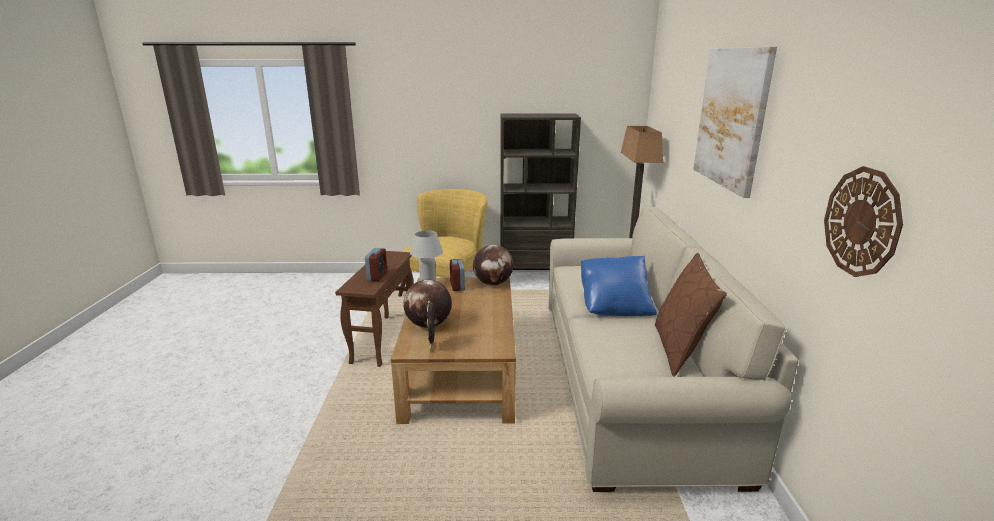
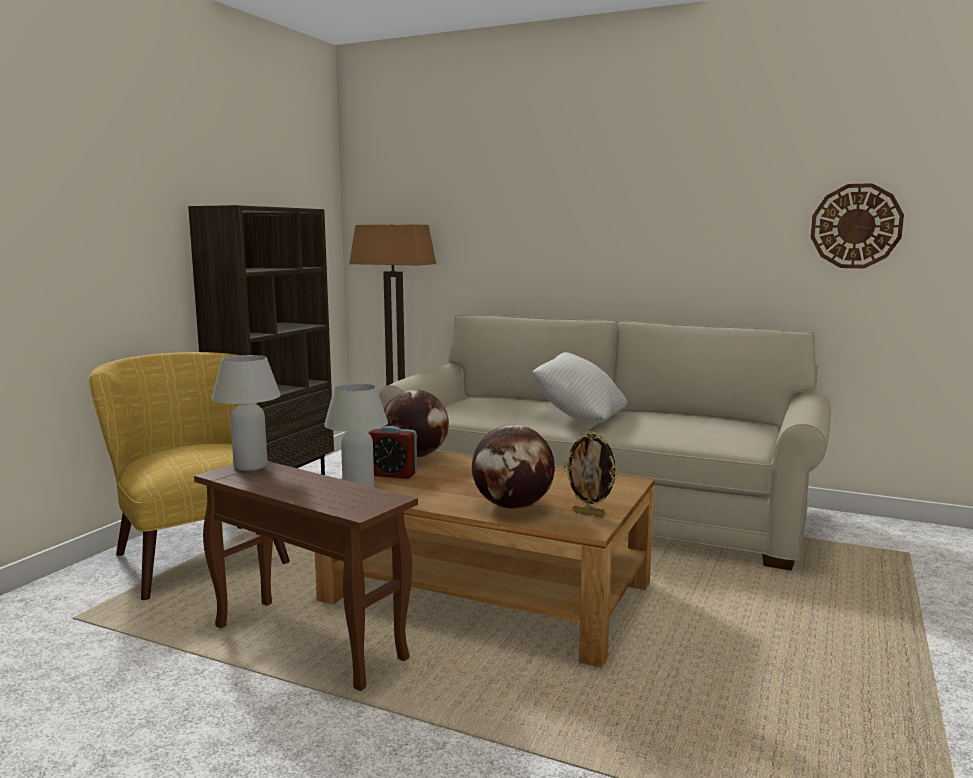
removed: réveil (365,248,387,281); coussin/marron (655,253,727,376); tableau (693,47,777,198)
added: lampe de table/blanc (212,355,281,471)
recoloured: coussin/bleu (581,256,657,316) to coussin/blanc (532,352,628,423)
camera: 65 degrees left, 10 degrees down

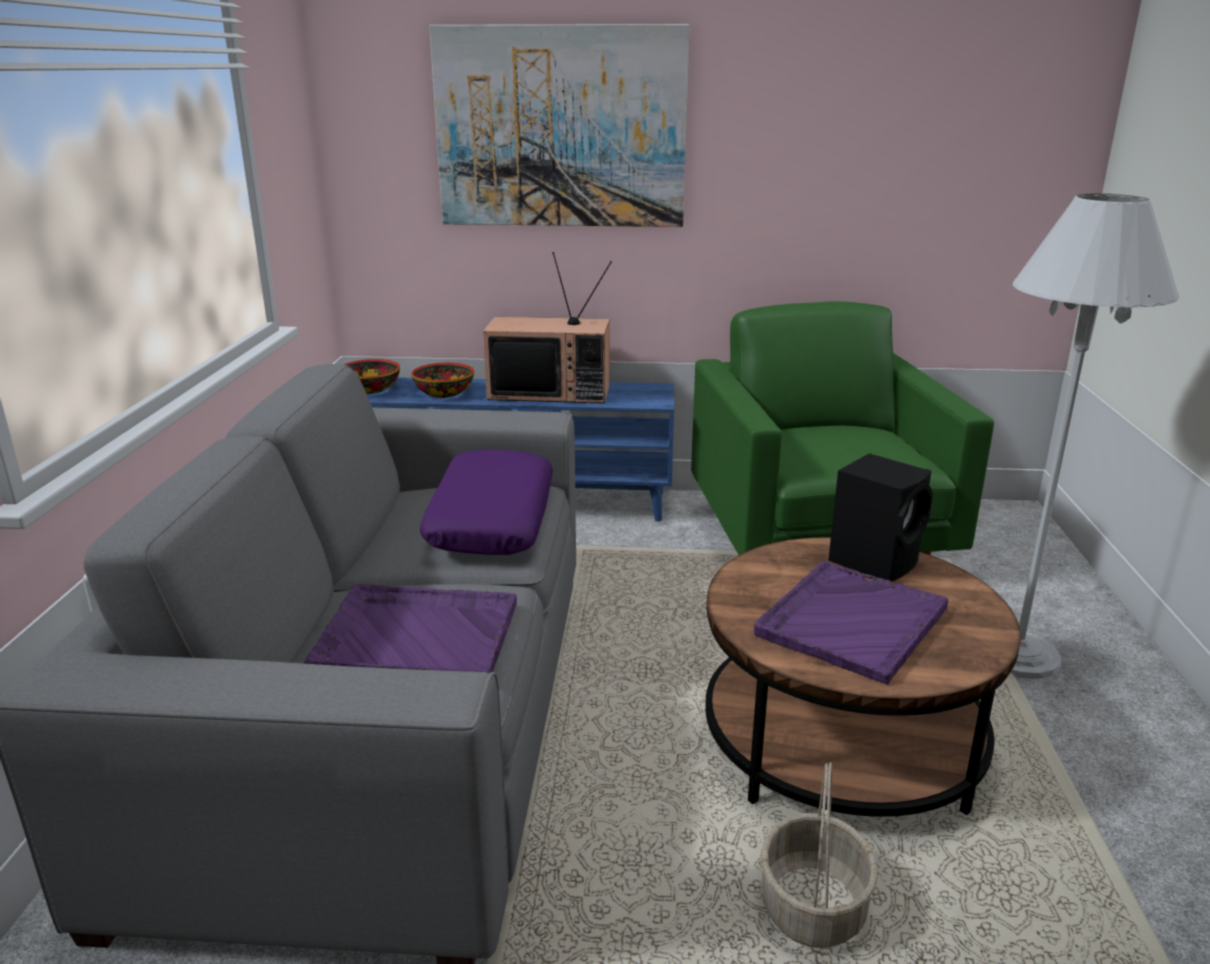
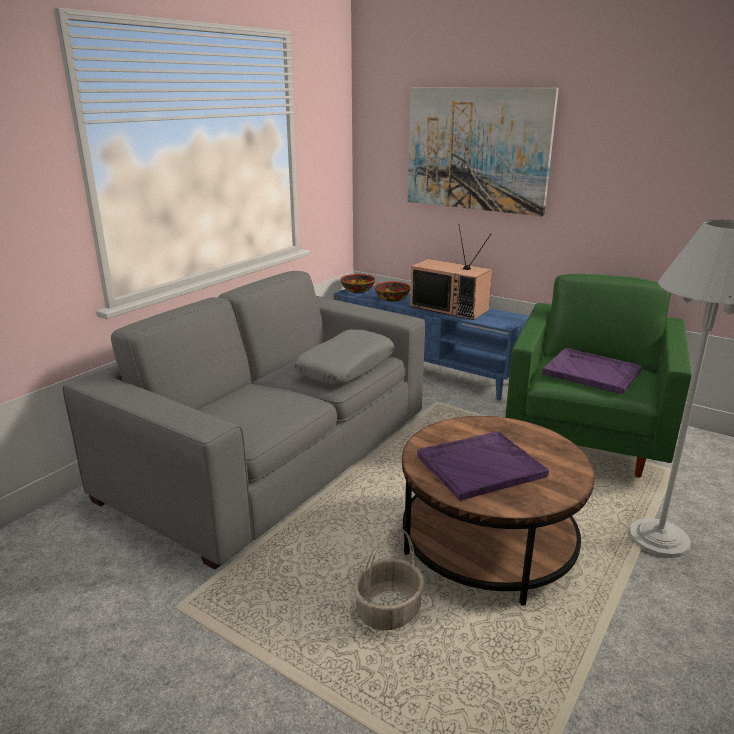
removed: enceinte/noir (828,453,933,582)
moved: plateau/violet (304,584,517,673) to (542,348,642,394)
recoloured: coussin/violet (420,449,553,555) to coussin/gris (294,329,395,385)
camera: 30 degrees right, 0 degrees up

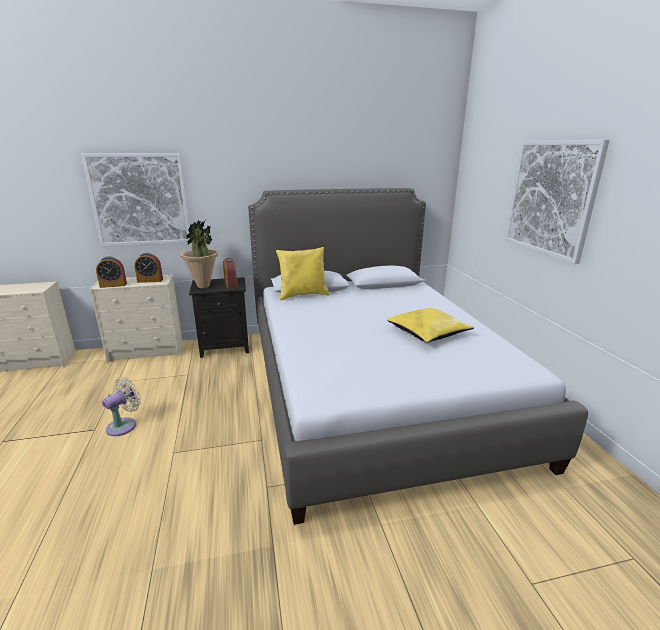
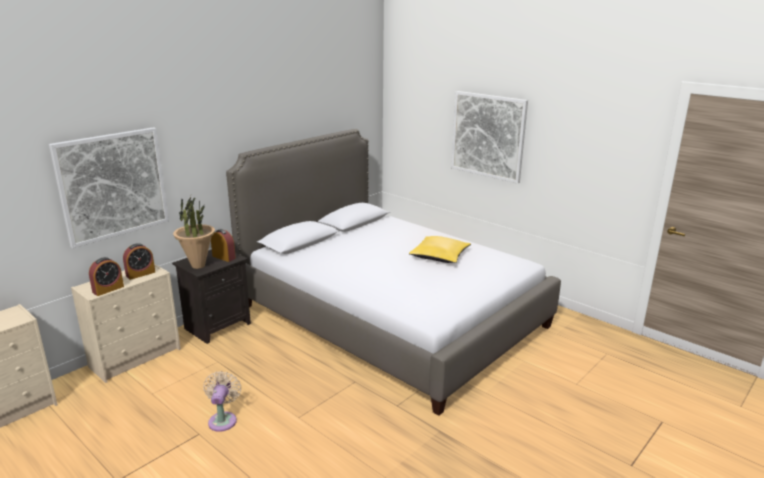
removed: coussin/jaune (276,247,330,300)
camera: 35 degrees left, 0 degrees up

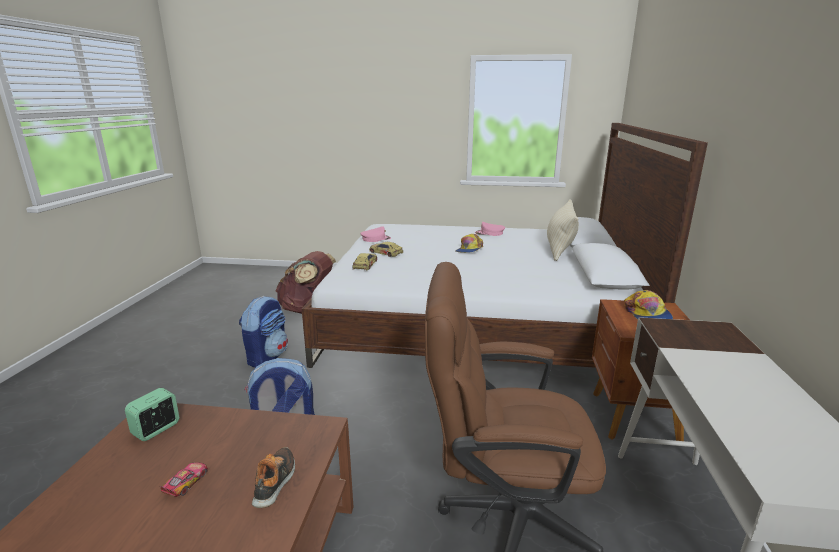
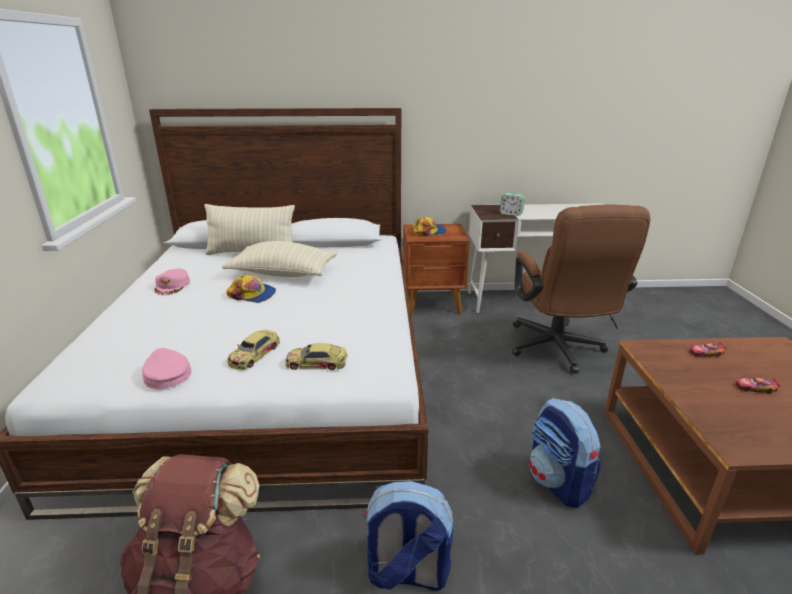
added: coussin/beige (222,241,337,277)
moved: réveil (125,388,179,441) to (500,193,525,216)
replaced: chaussure (252,447,295,508) to petite voiture (690,342,726,357)
camera: 100 degrees left, 5 degrees up

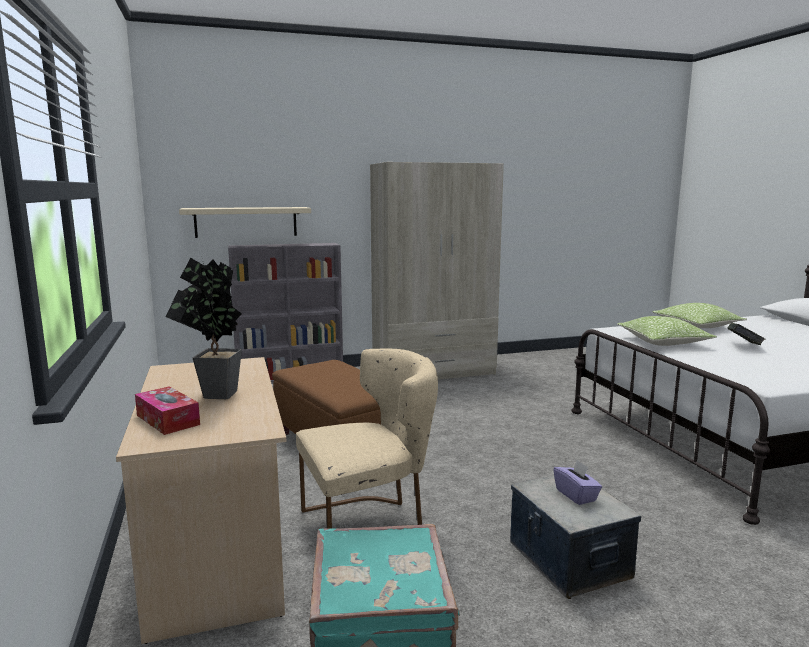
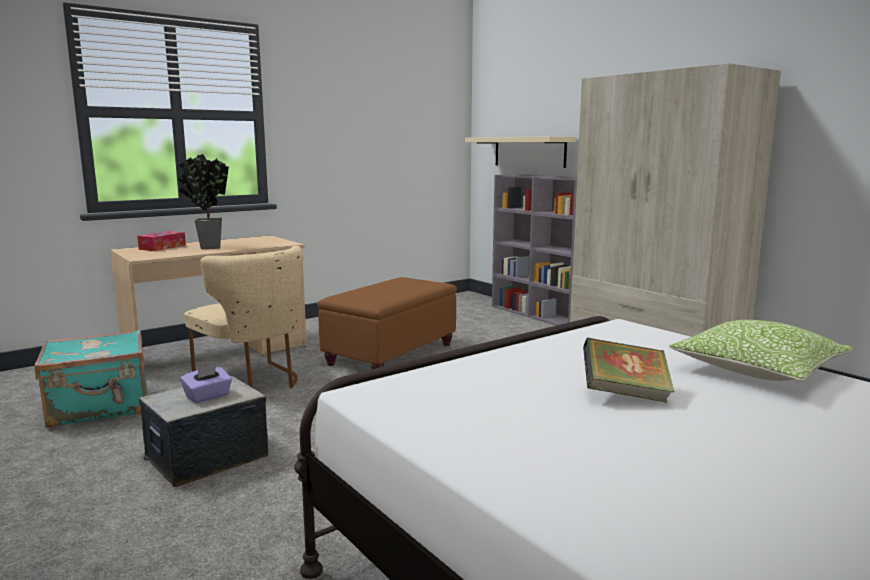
removed: coussin (617,316,717,346)
camera: 70 degrees right, 0 degrees up

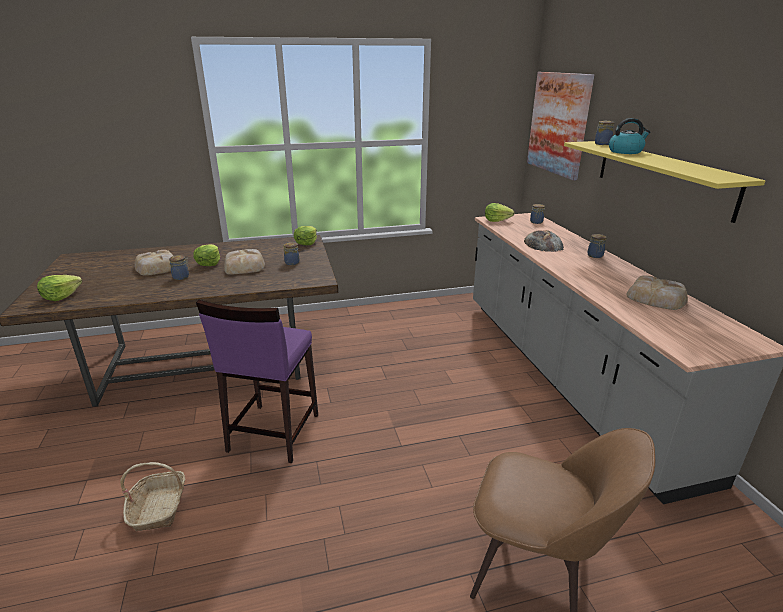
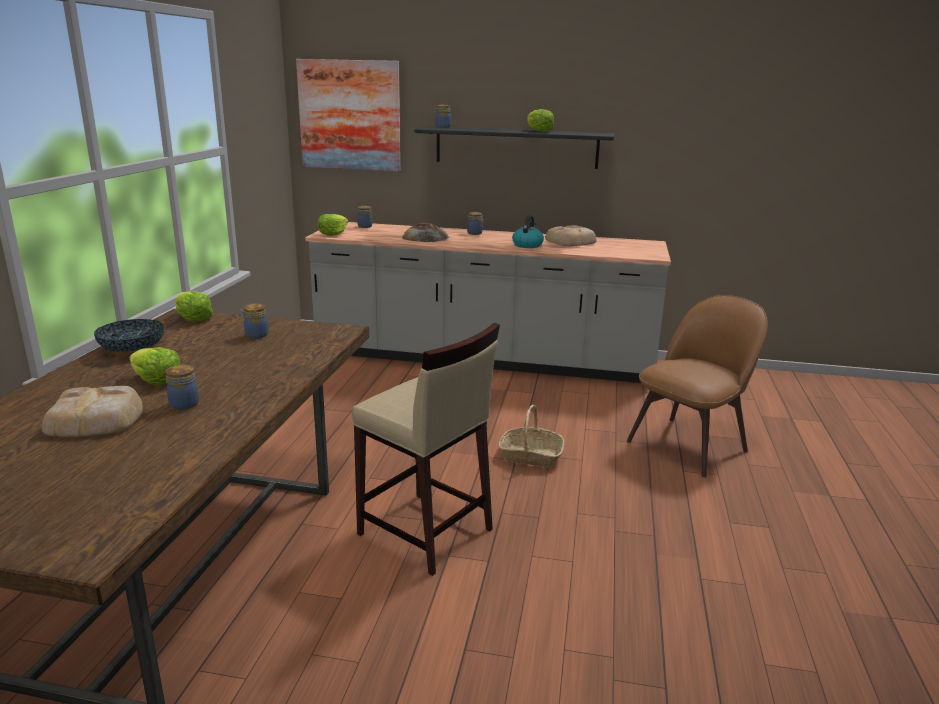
removed: pain (224,249,265,275)
added: bol (94,319,164,352)
moved: laitue (37,275,82,301) to (527,109,554,132); panier (120,462,185,531) to (498,405,564,468); bouilloire (609,118,650,154) to (512,215,544,248)
recoloured: tabouret/violet (196,300,318,463) to tabouret/beige (352,322,500,576); étagère/jaune (564,141,765,223) to étagère/noir (415,126,614,169)
camera: 65 degrees left, 5 degrees down

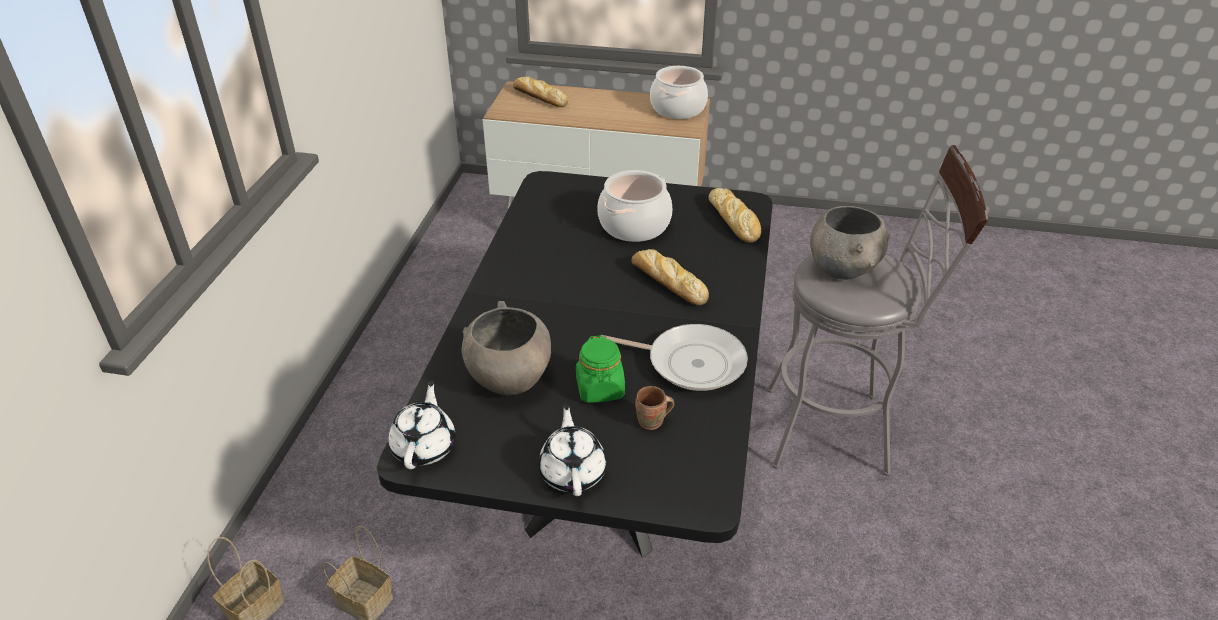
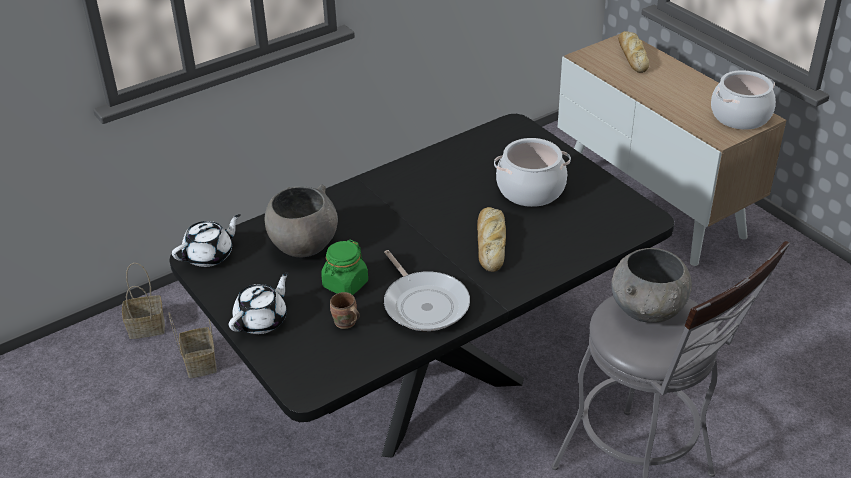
removed: pain (709,188,761,243)
camera: 45 degrees right, 0 degrees up

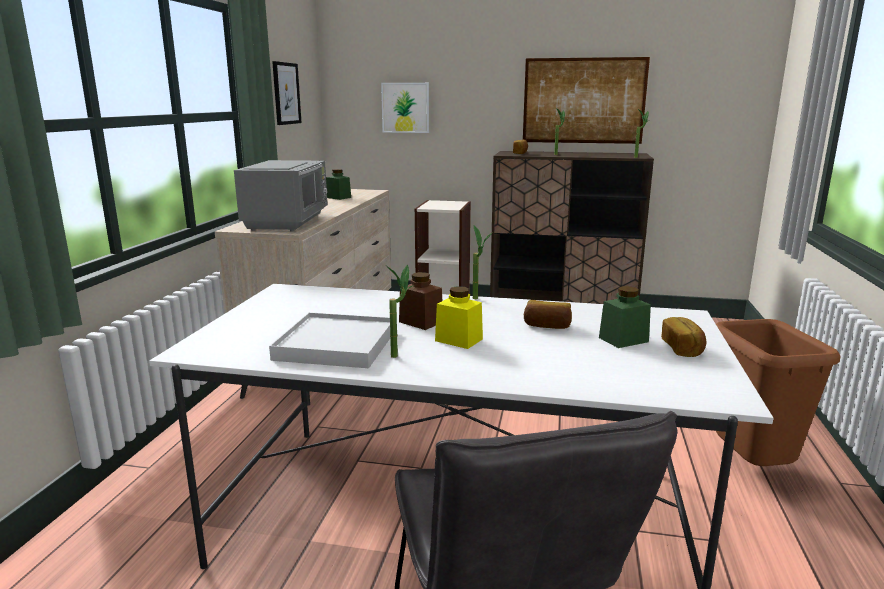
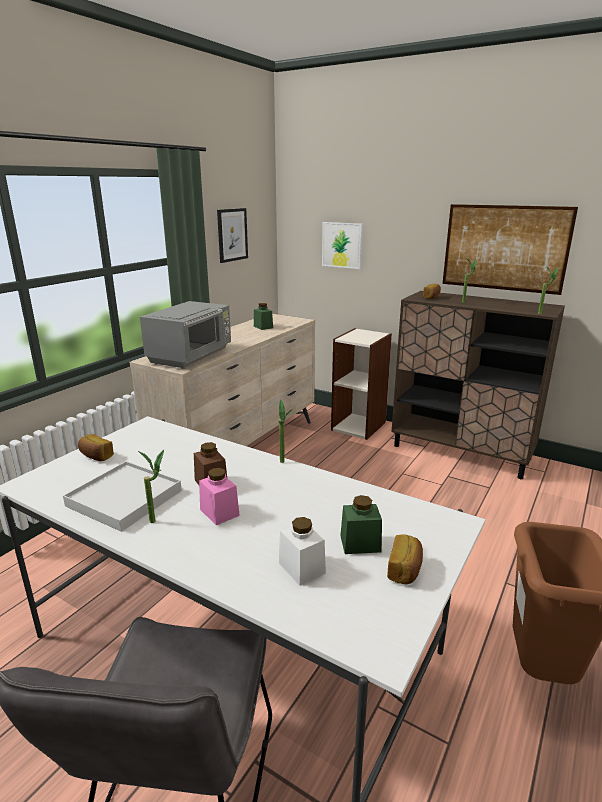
added: bocal/blanc (279,517,326,586)
moved: pain (524,300,572,329) to (78,434,114,461)
recoloured: bocal/jaune (435,286,483,349) to bocal/rose (199,468,240,525)
camera: 20 degrees right, 5 degrees up

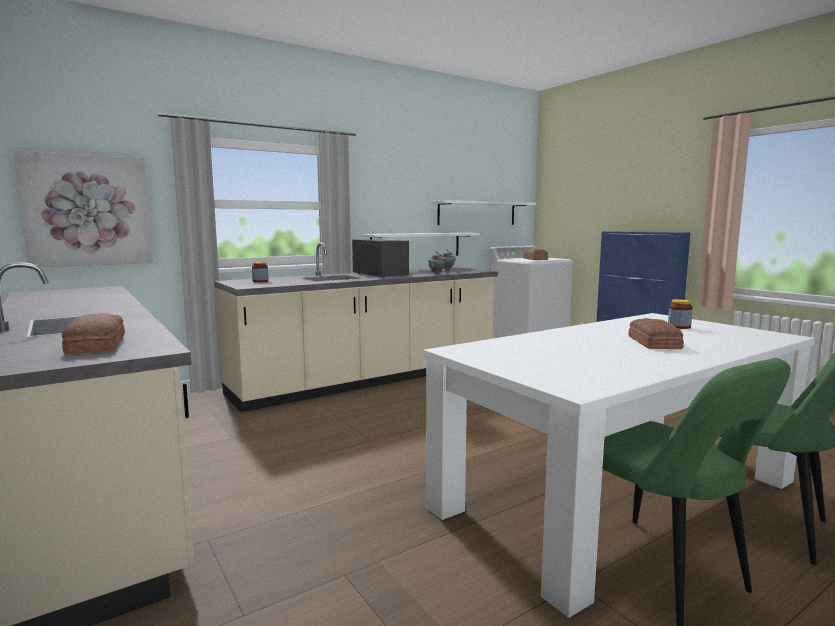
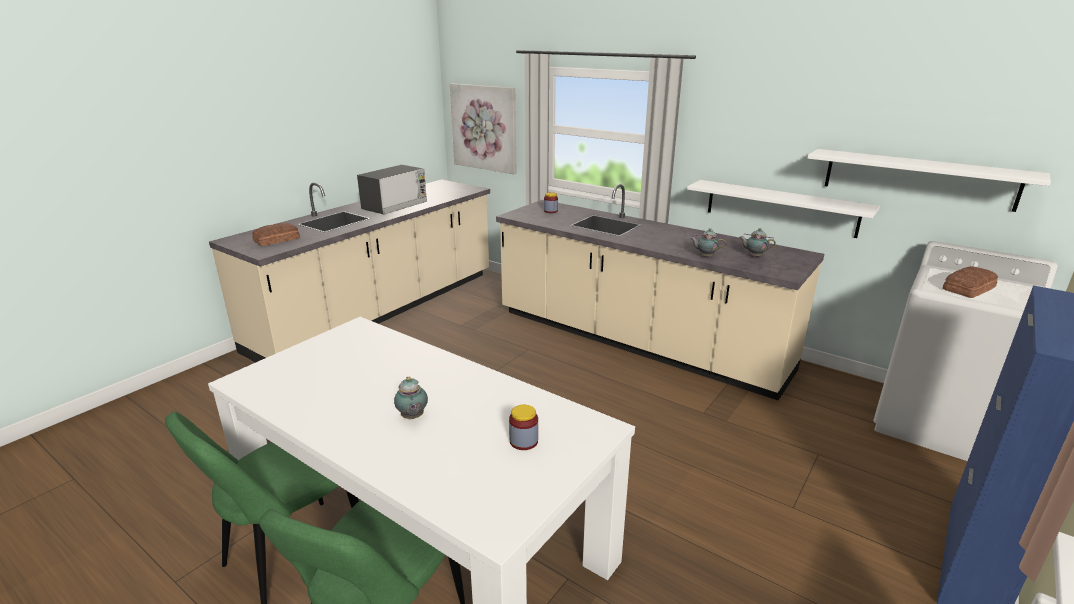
moved: micro-ondes (352,239,411,278) to (357,165,427,215)
replaced: pain (628,318,684,349) to théière (394,376,428,419)
camera: 70 degrees right, 15 degrees up

